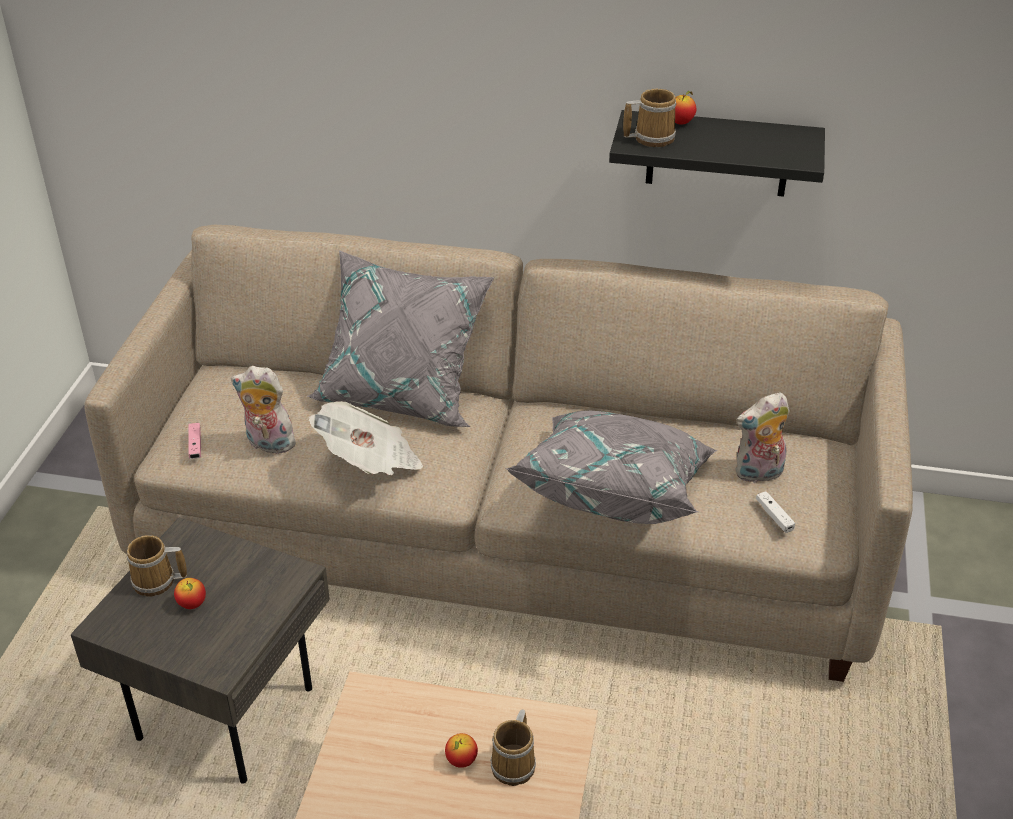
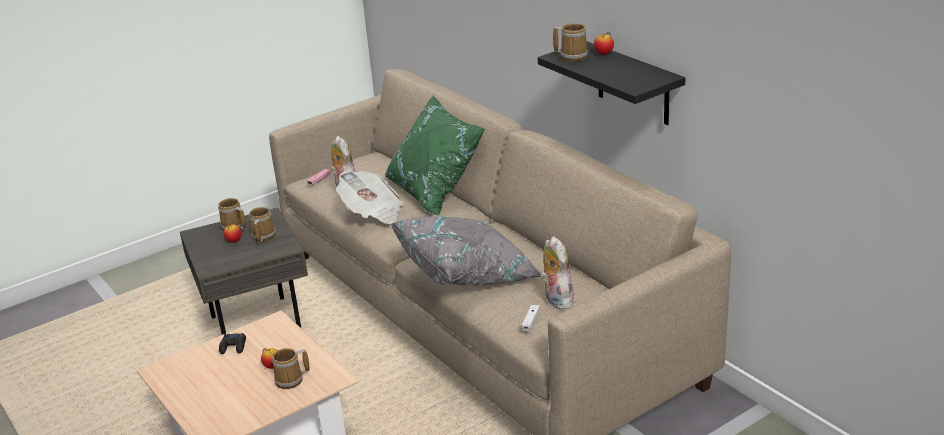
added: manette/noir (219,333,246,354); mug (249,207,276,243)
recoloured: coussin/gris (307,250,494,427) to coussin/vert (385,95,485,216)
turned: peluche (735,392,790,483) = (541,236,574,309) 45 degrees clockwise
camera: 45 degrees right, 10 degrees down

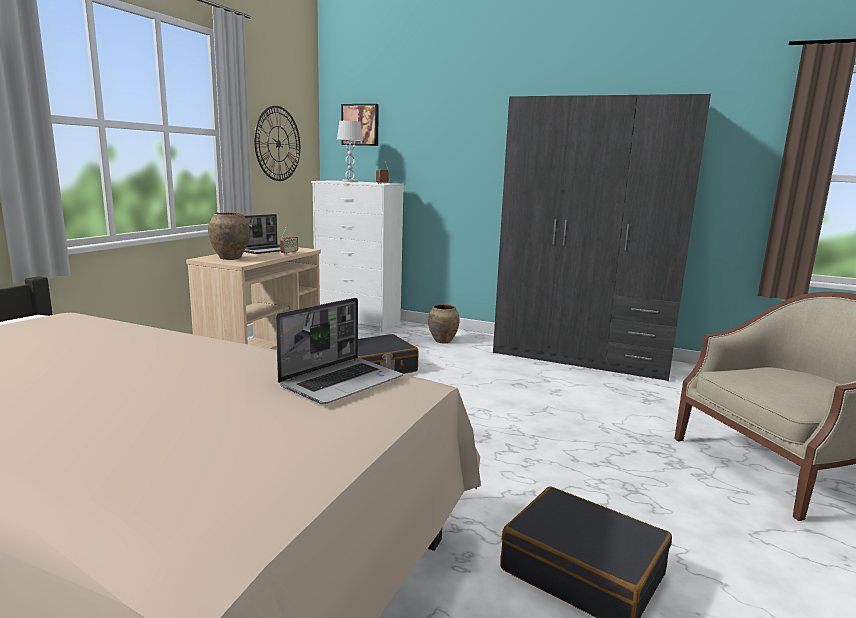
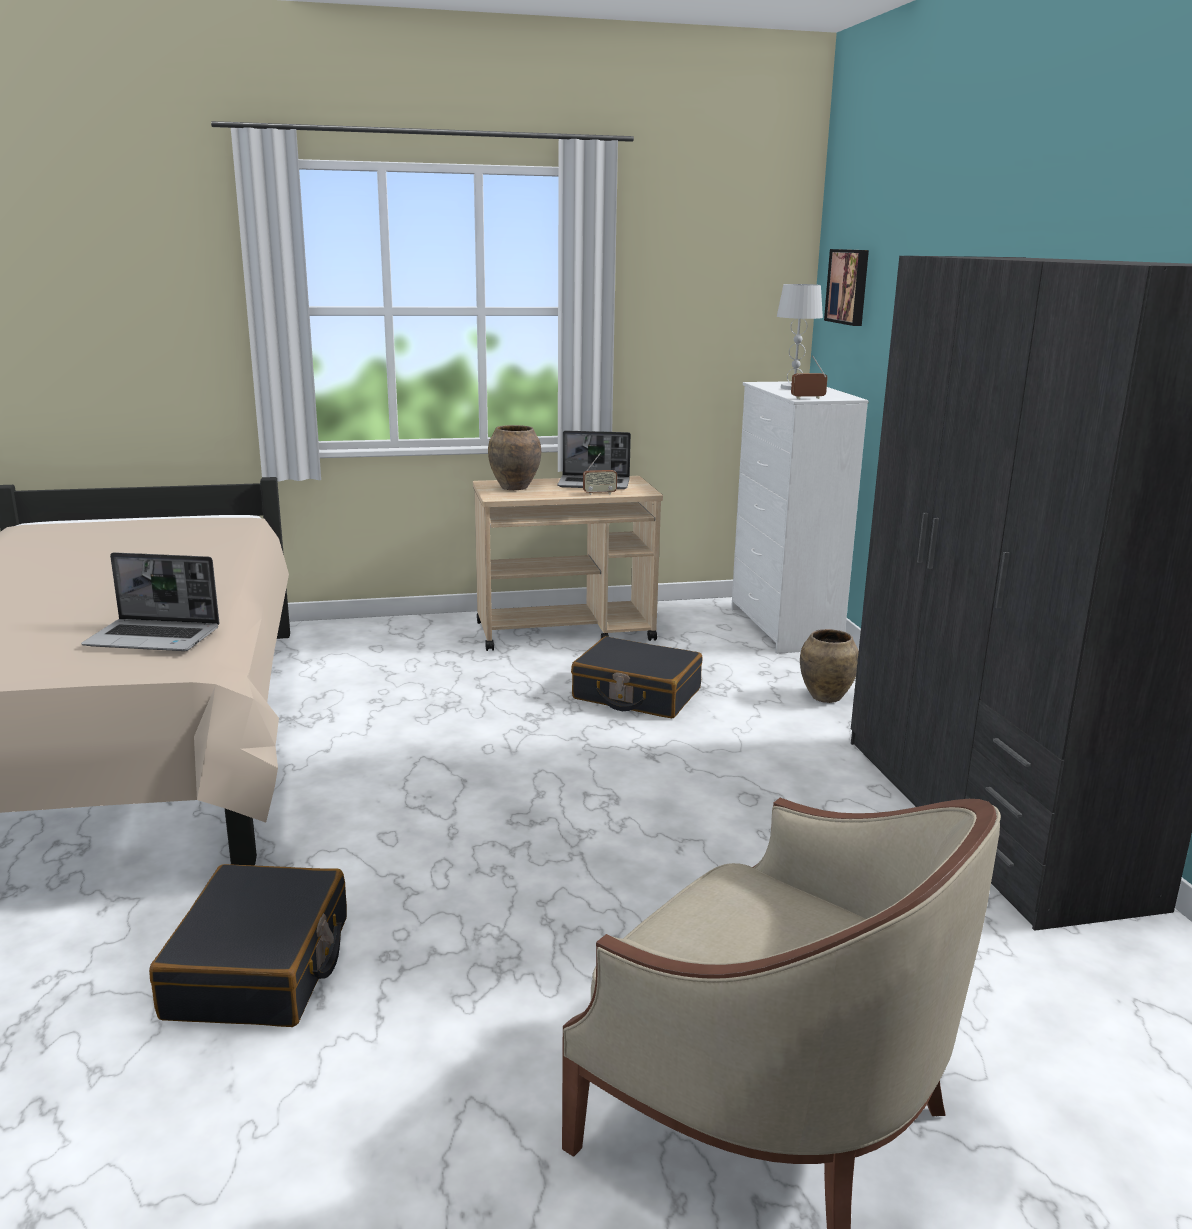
removed: horloge murale (254,106,300,181)
camera: 55 degrees right, 5 degrees up

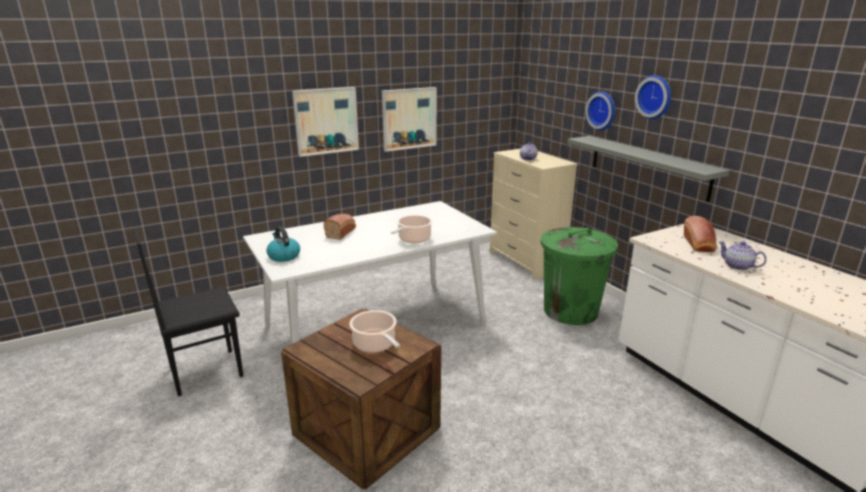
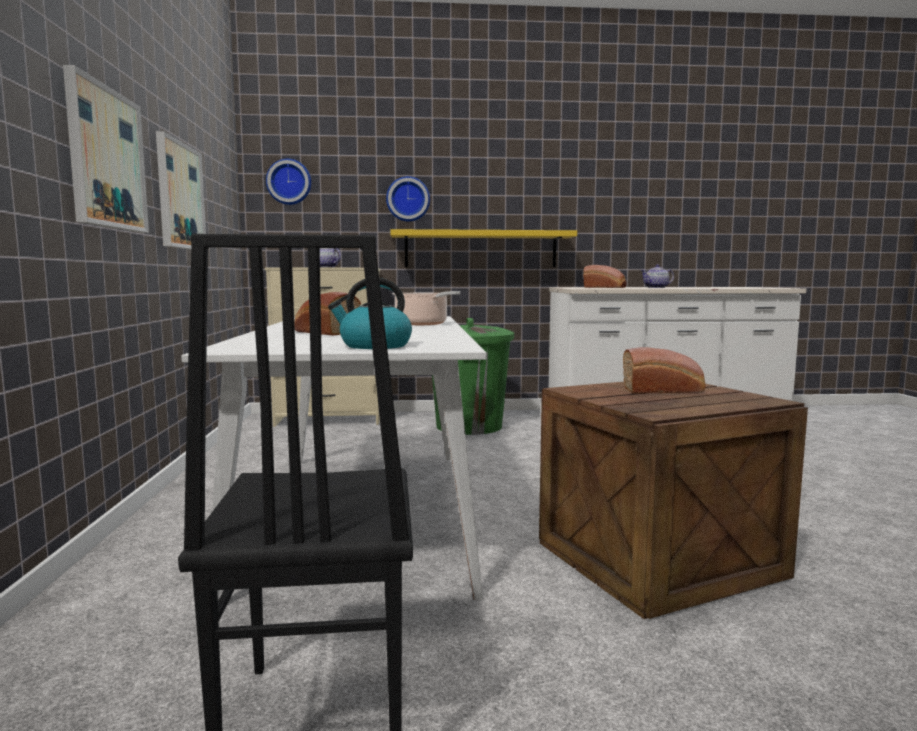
moved: horloge murale (635,75,671,119) to (266,159,311,205)
replaced: marmite (349,310,400,353) to pain (623,347,706,393)
recoloured: étagère/gris (567,136,729,202) to étagère/jaune (391,229,577,267)
camera: 65 degrees left, 15 degrees down

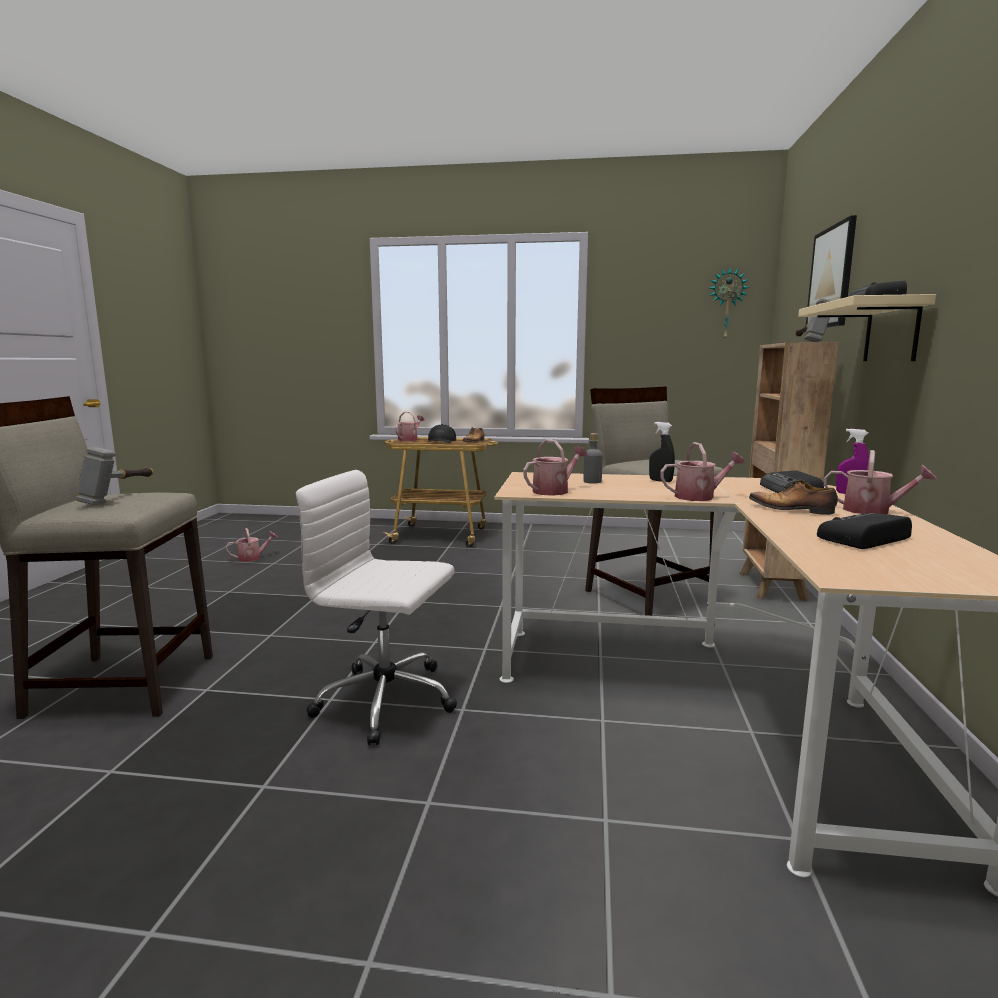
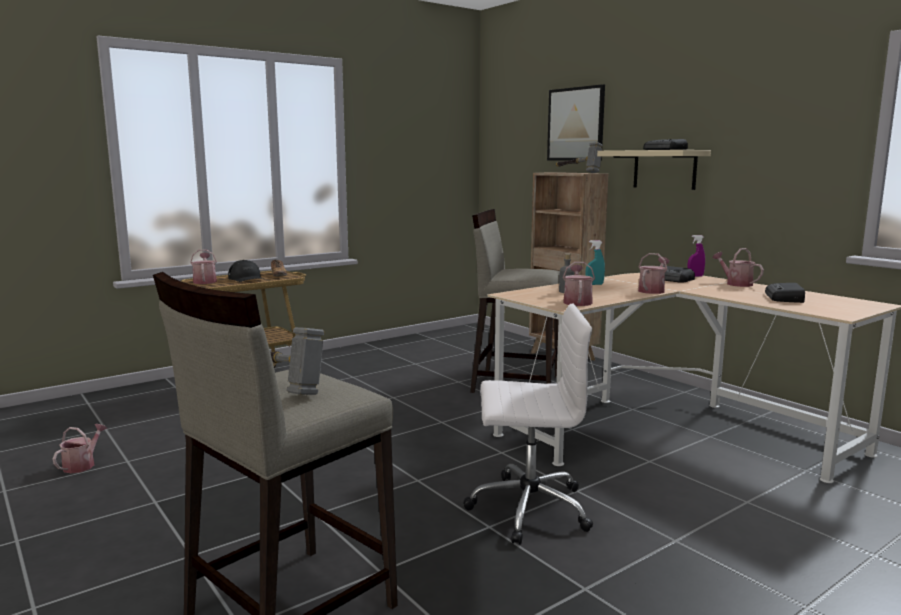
removed: horloge murale (710,267,750,339); chaussure (749,480,838,515)
recoloured: vaporisateur/noir (649,422,675,482) to vaporisateur/turquoise (585,240,605,285)
turned: chaise de bureau/blanc (296,470,457,745) = (463,304,593,545) 150 degrees counterclockwise; arrosoir (824,450,937,514) = (712,248,764,287) 105 degrees counterclockwise
camera: 45 degrees left, 0 degrees up

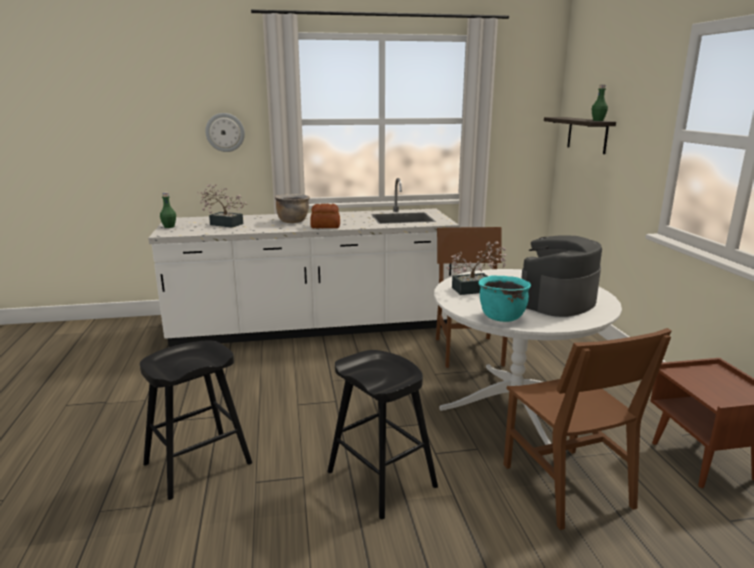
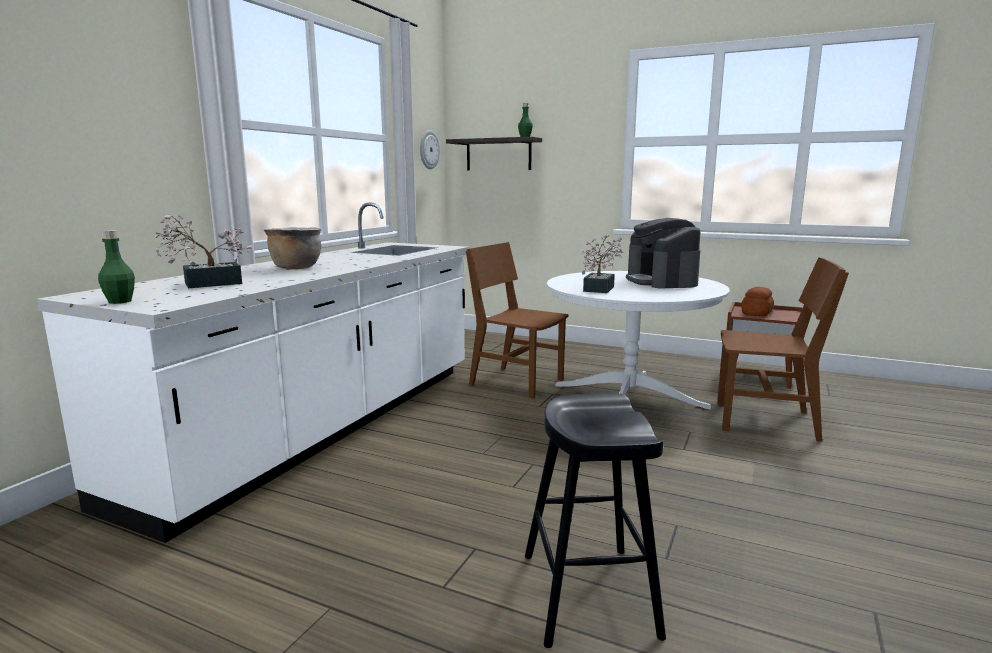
removed: tabouret/noir (328,350,438,519); marmite/turquoise (479,276,531,322)
moved: horloge murale (205,113,245,152) to (420,130,440,169); pain (310,204,340,228) to (741,287,774,316)
camera: 55 degrees left, 5 degrees down

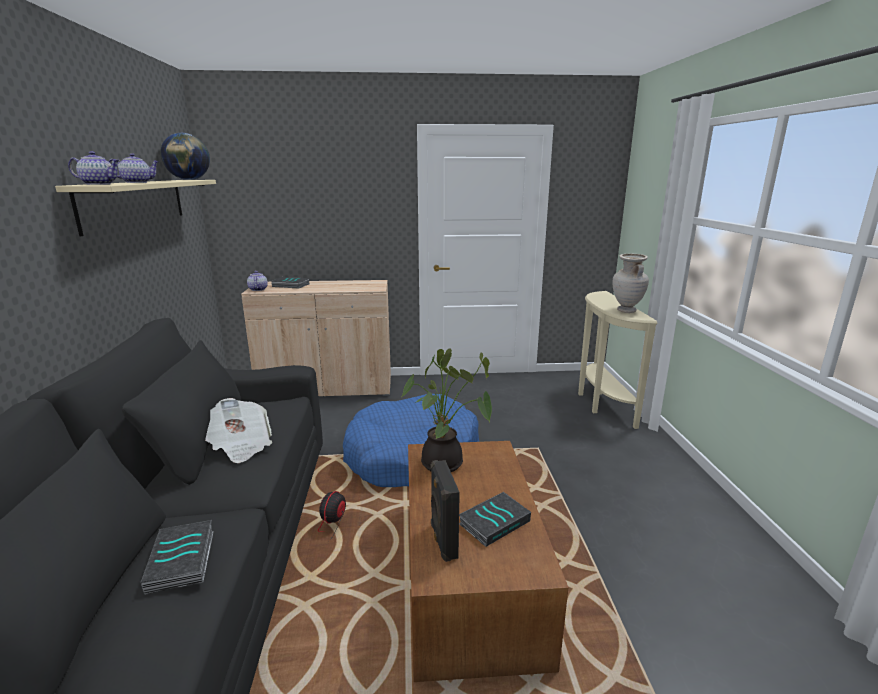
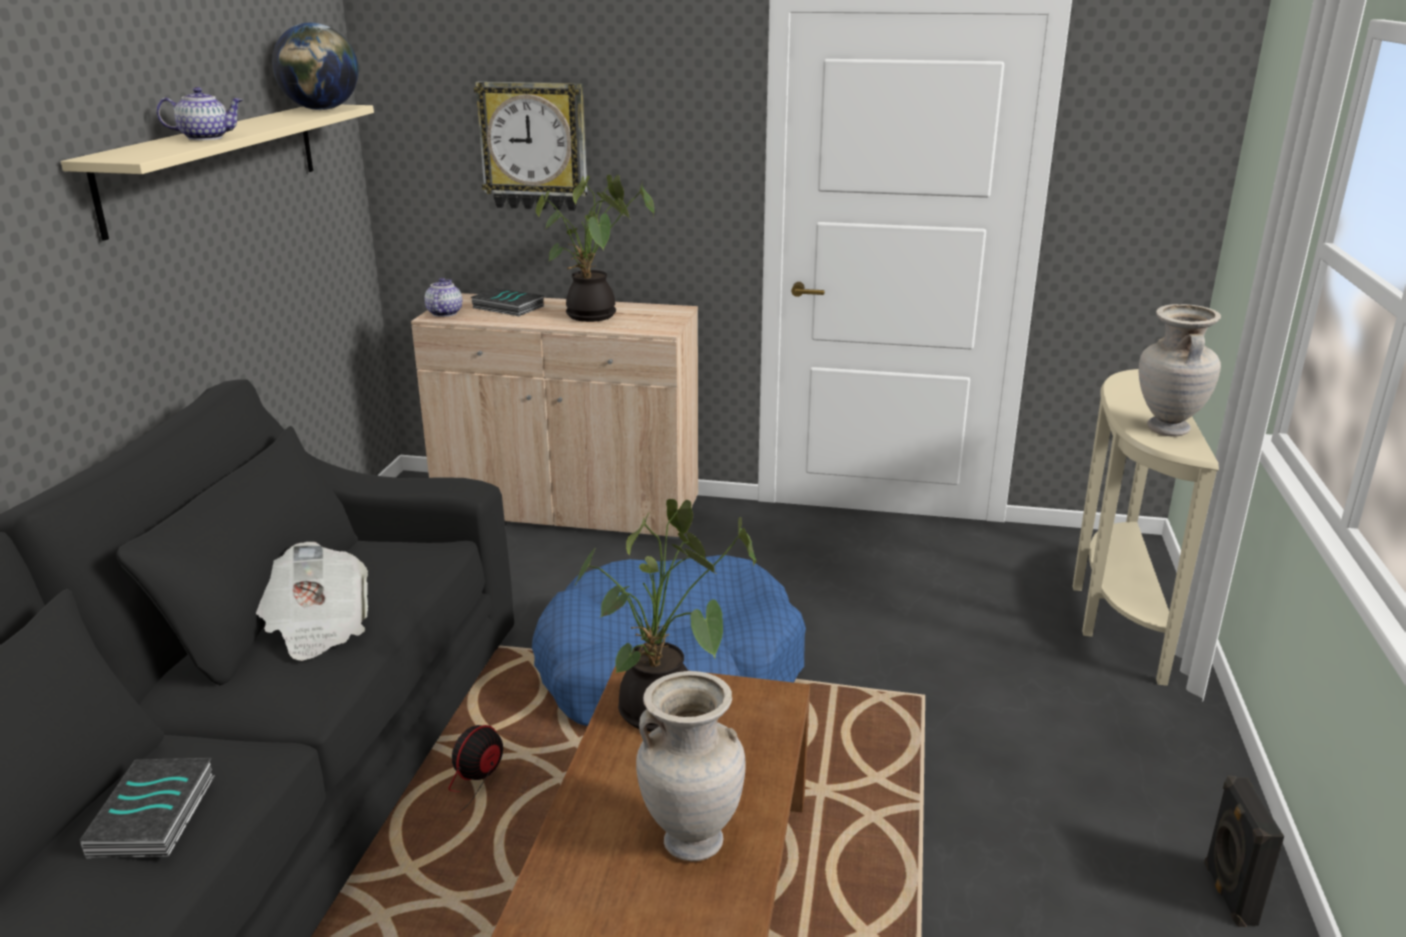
removed: théière (68,151,120,185)
added: horloge murale (474,81,588,211); plante en pot (536,175,654,322)
moved: enceinte/noir (430,460,460,562) to (1204,776,1284,927)
replaced: livre (459,492,531,547) to vase/beige (636,671,746,861)
camera: 15 degrees right, 5 degrees up

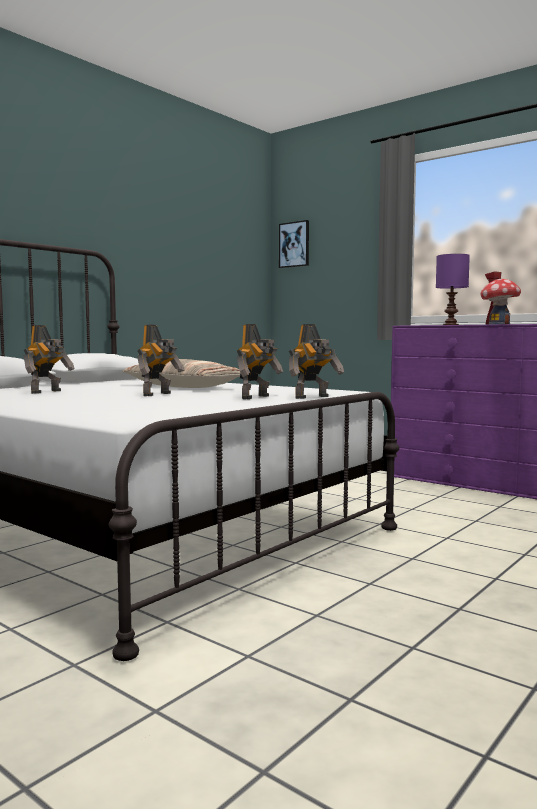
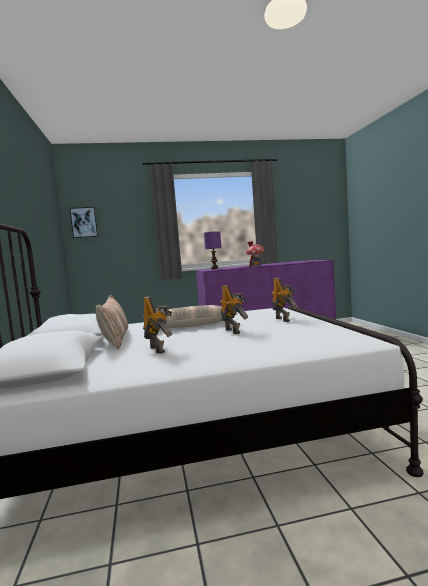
removed: robot jouet (289,324,344,399)
added: coussin (96,295,128,350)
camera: 50 degrees left, 0 degrees up

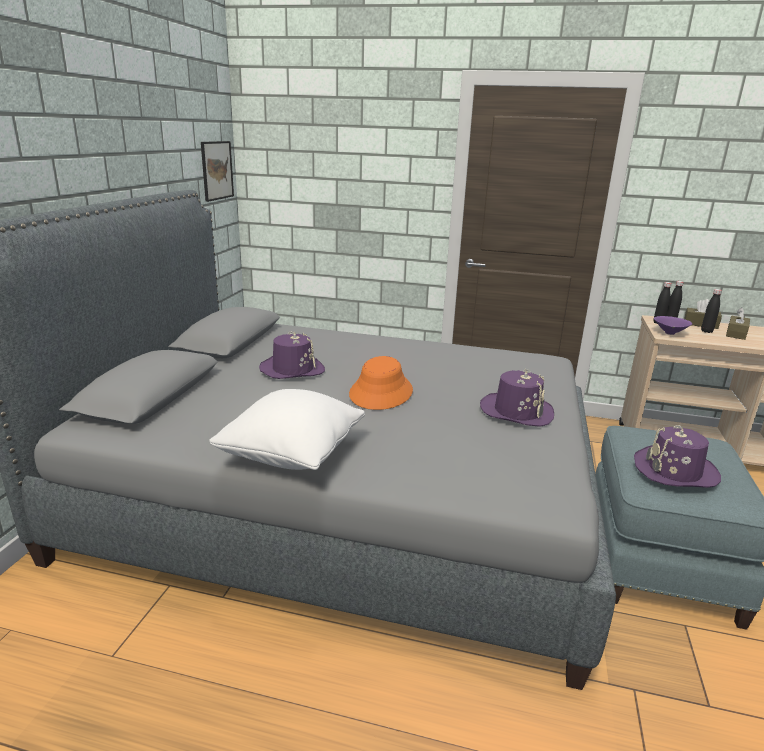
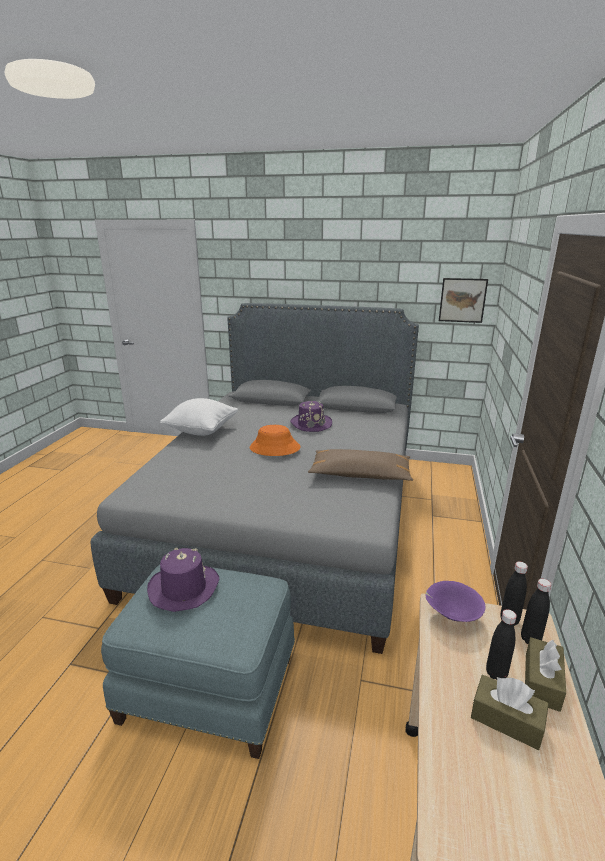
removed: chapeau/violet (480,369,554,427)
added: coussin/marron (308,449,413,481)
camera: 90 degrees right, 0 degrees up

